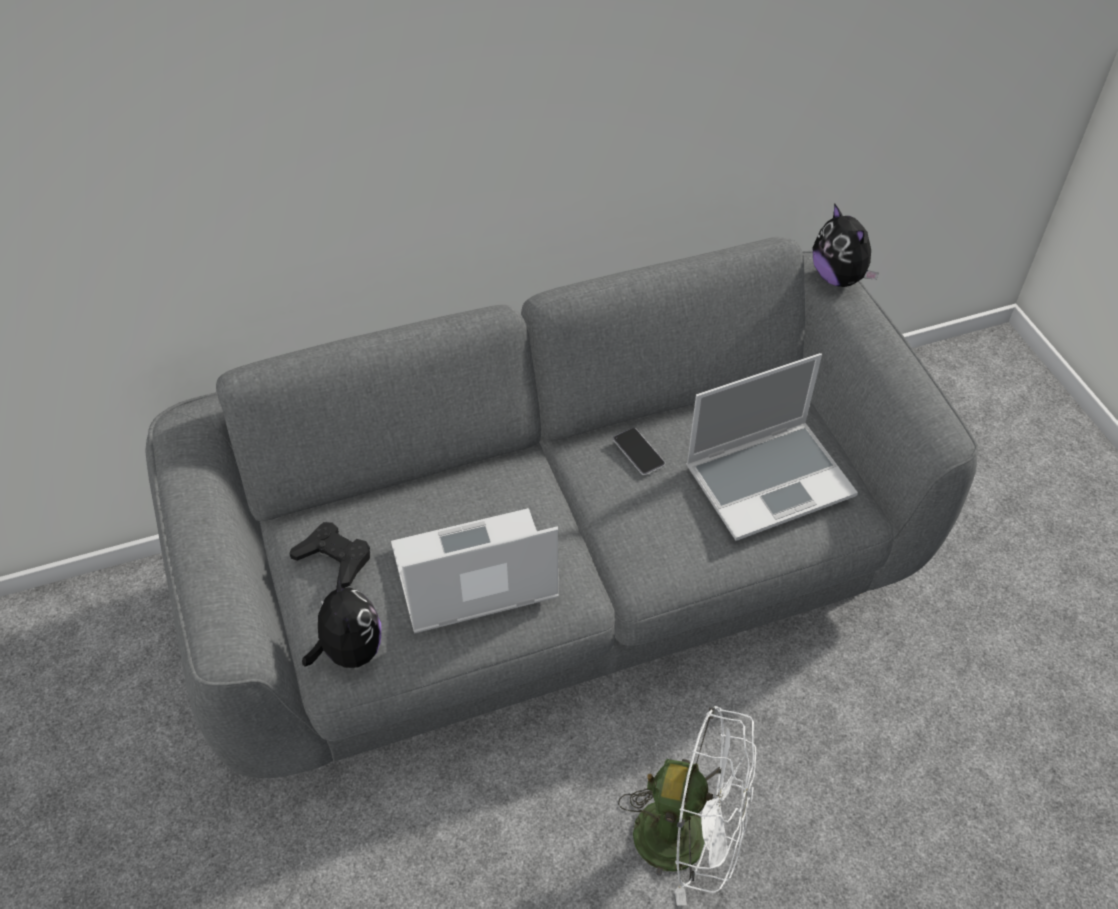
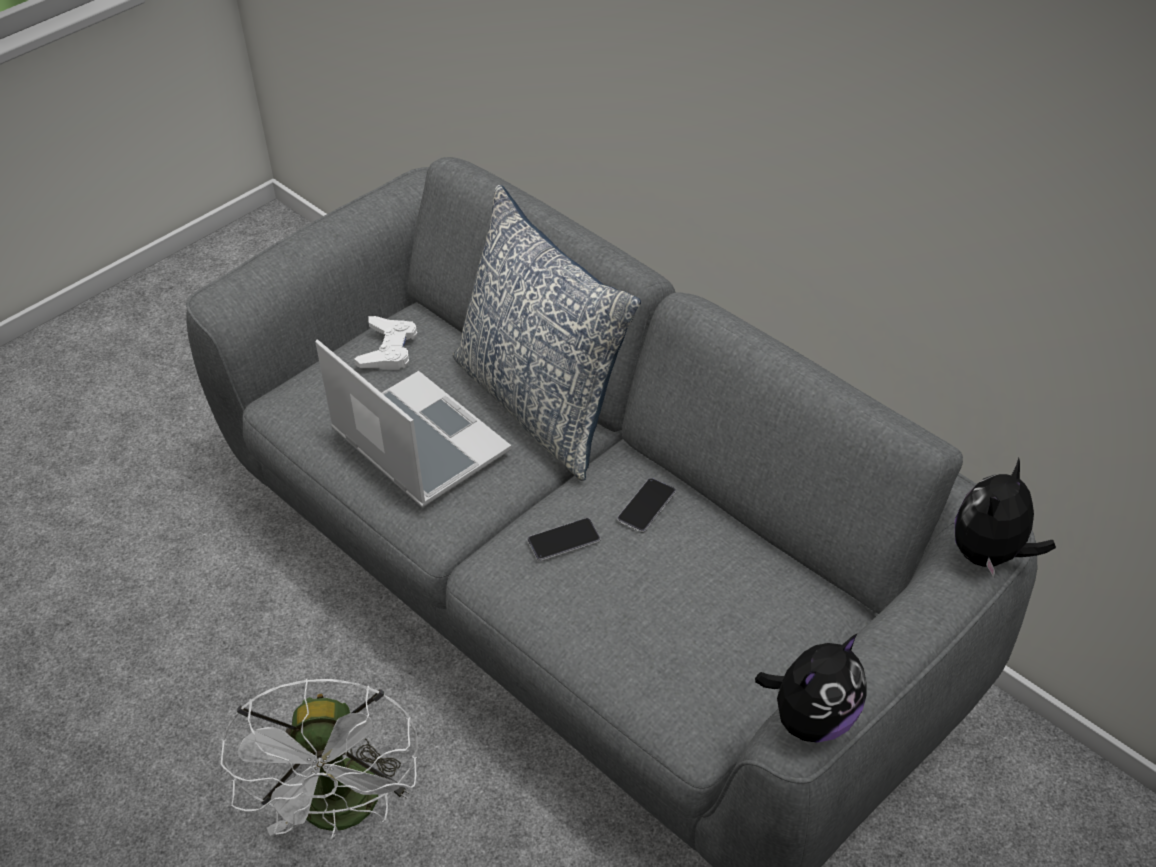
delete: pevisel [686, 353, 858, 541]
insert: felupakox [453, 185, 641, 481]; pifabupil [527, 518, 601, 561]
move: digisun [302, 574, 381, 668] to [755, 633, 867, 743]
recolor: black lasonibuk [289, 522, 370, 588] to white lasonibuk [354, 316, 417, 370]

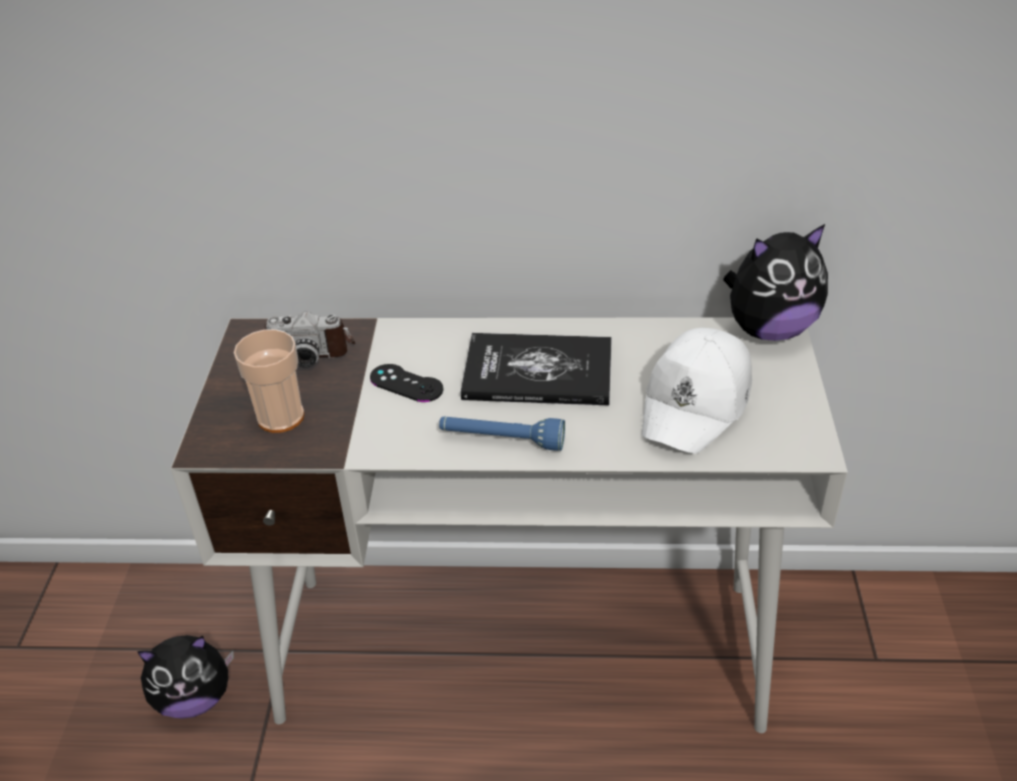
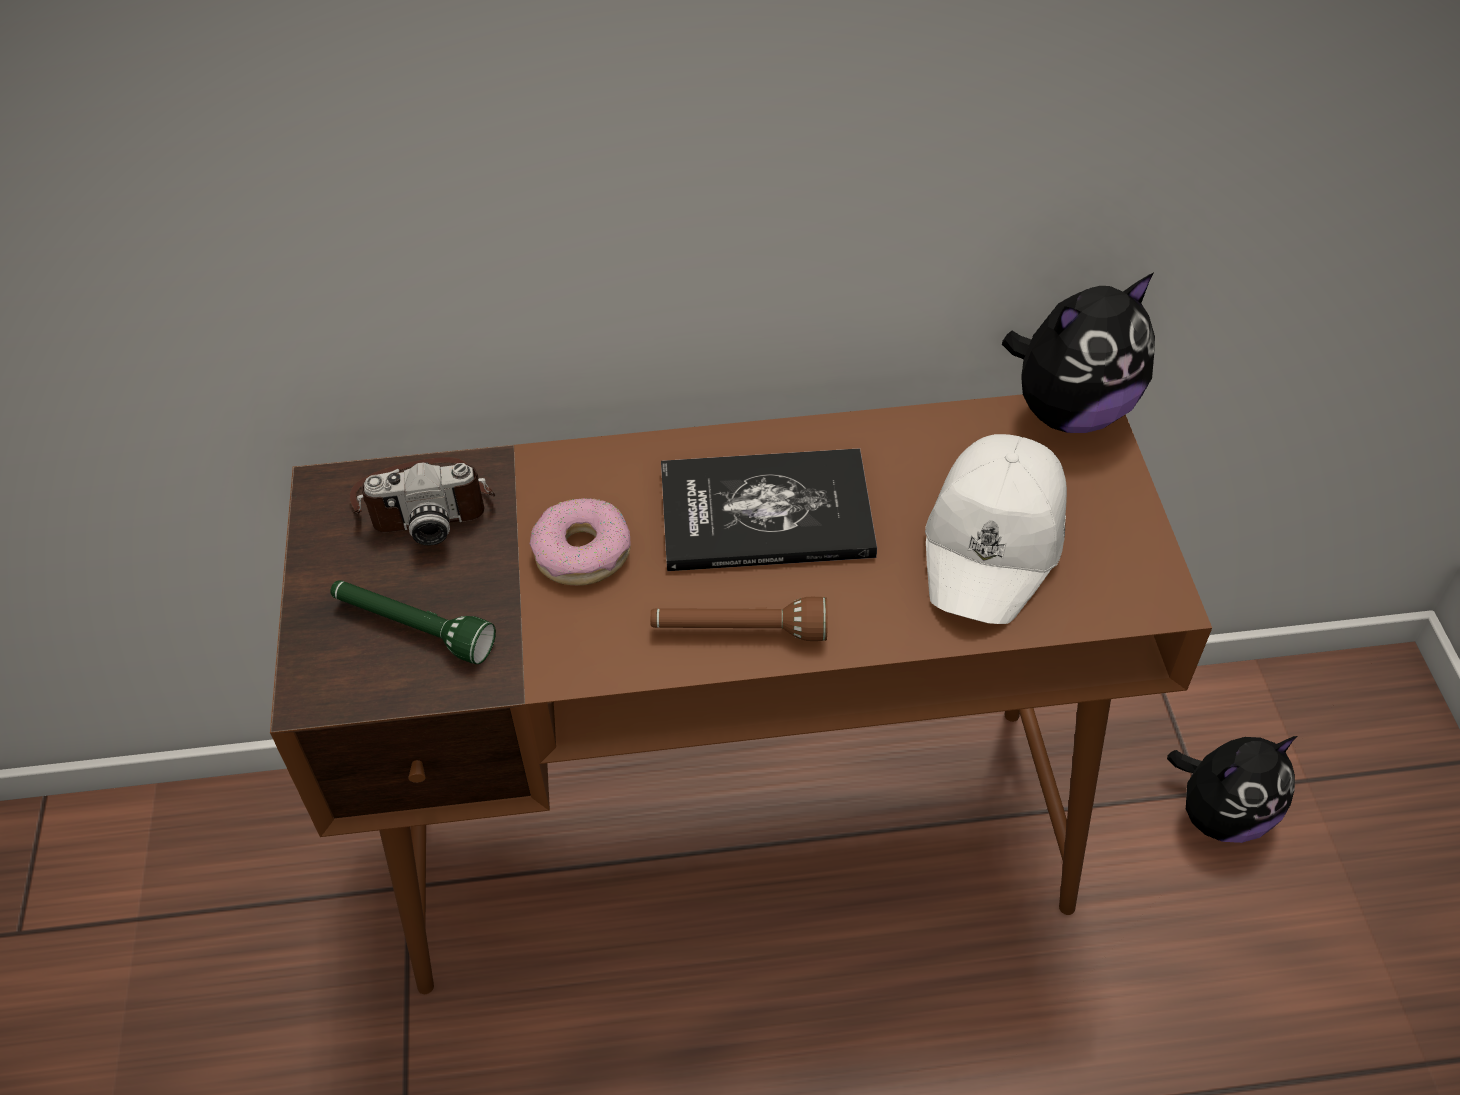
move: digisun [137, 635, 234, 719] to [1167, 736, 1297, 843]
replace: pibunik [234, 329, 304, 433] to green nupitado [330, 580, 496, 664]; black lasonibuk [370, 364, 443, 402] to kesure [530, 498, 631, 586]
recolor: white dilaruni [170, 317, 848, 733] to brown dilaruni [270, 394, 1212, 994]; blue nupitado [439, 417, 565, 451] to brown nupitado [650, 597, 828, 641]

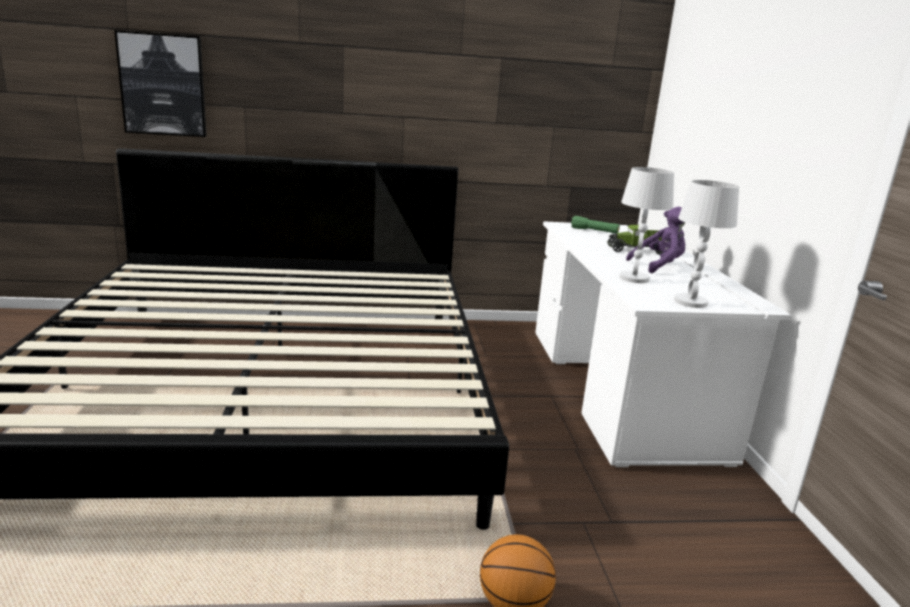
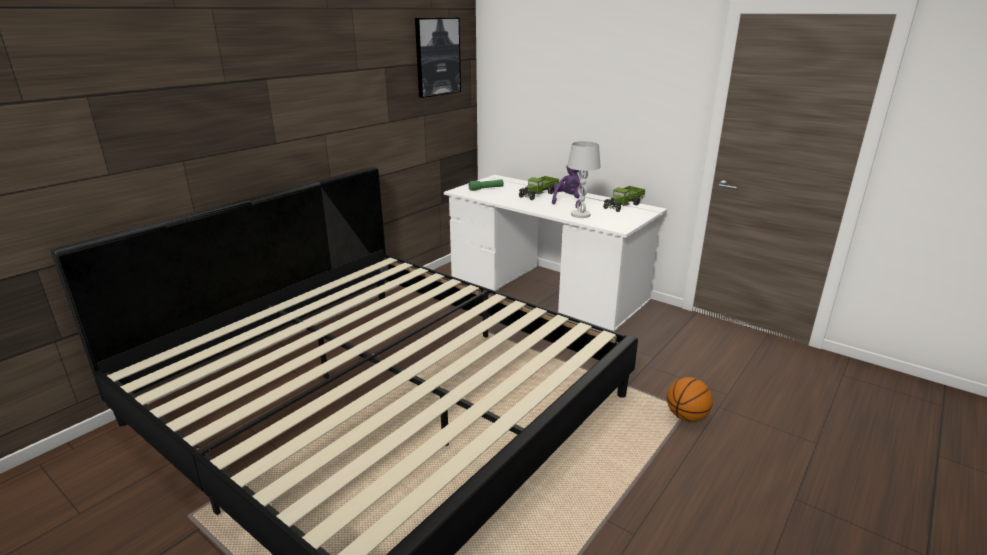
delete: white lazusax [674, 180, 739, 308]
insert: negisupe [603, 186, 645, 212]
move: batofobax [114, 30, 207, 137] to [415, 17, 461, 98]

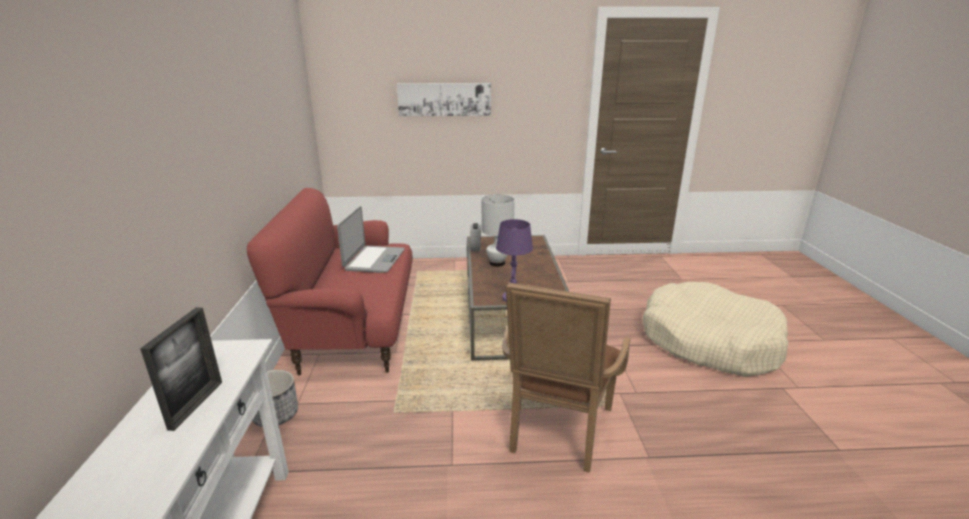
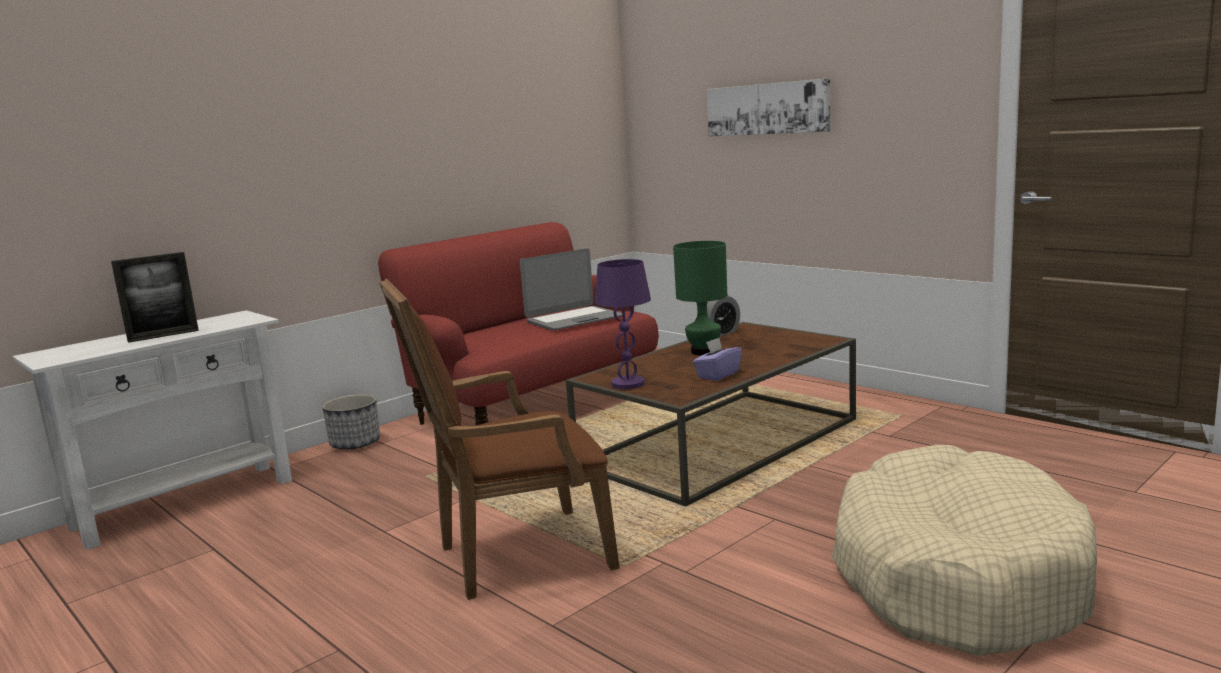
insert: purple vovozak [693, 338, 742, 381]
recolor: white lazusax [482, 194, 515, 267] to green lazusax [673, 241, 727, 355]

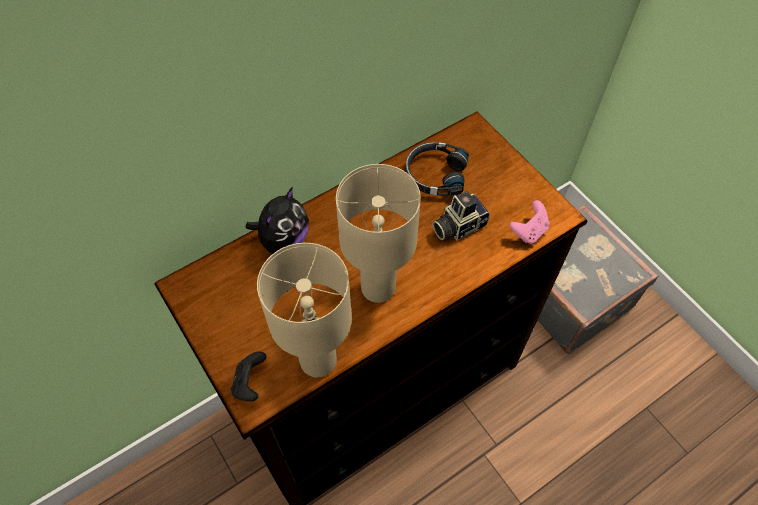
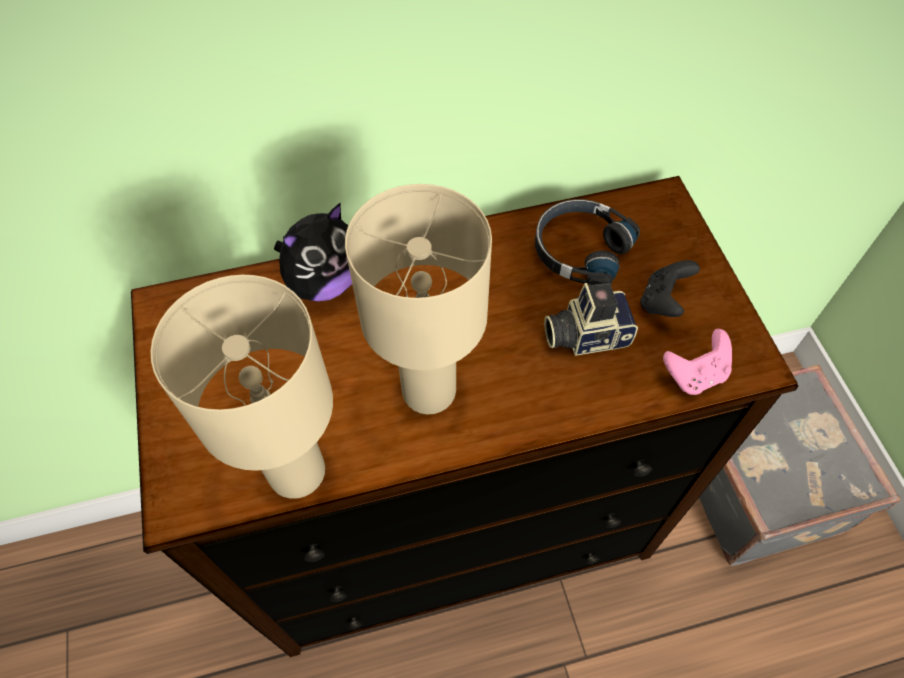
move: black lasonibuk [231, 351, 266, 402] to [640, 260, 700, 317]

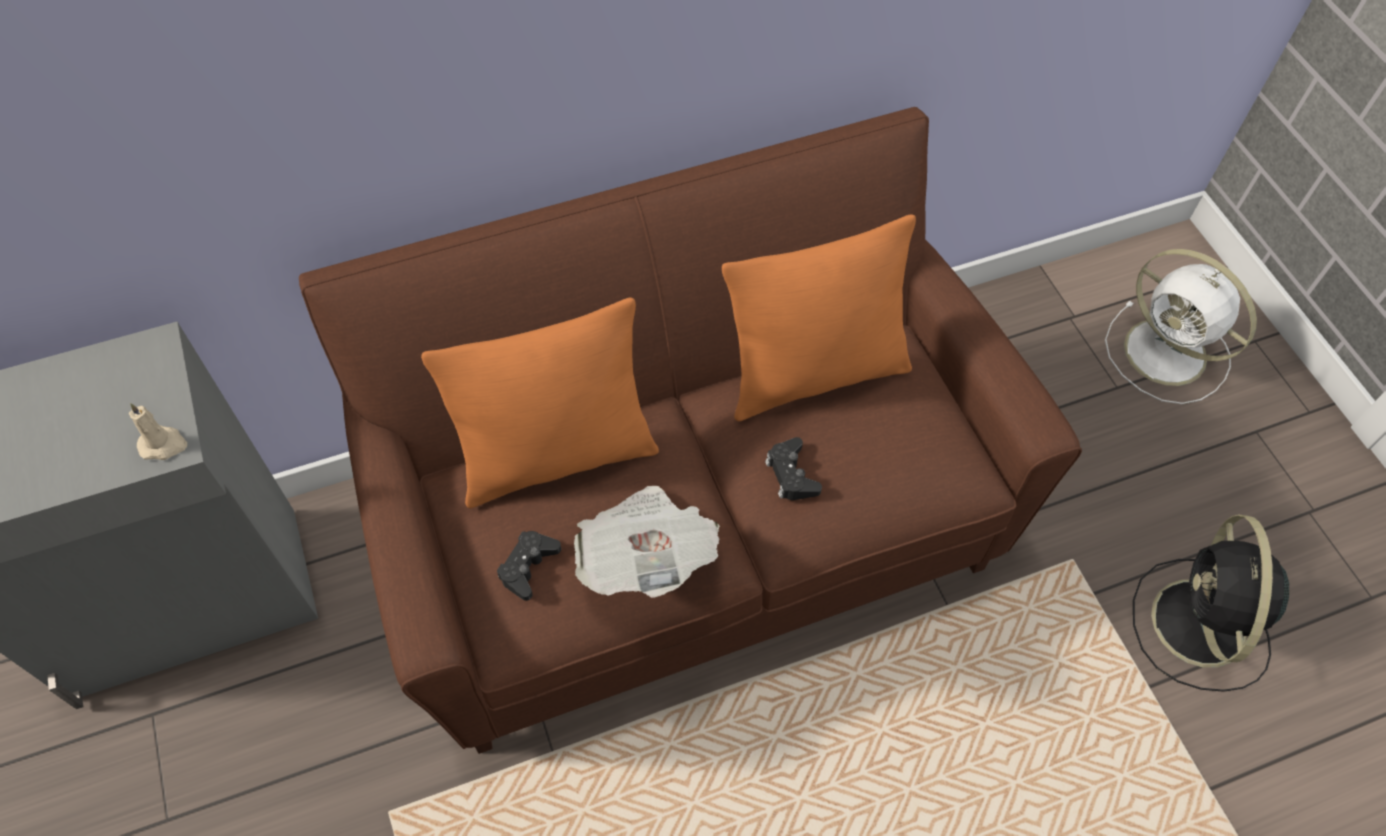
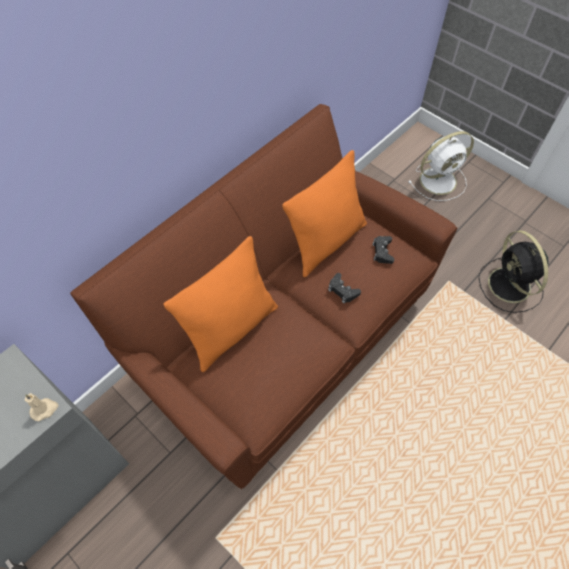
delete: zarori [574, 486, 720, 598]
move: black lasonibuk [497, 531, 561, 601] to [372, 236, 395, 264]
rotate: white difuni [1105, 249, 1257, 404] = [409, 131, 474, 201] 45 degrees counterclockwise

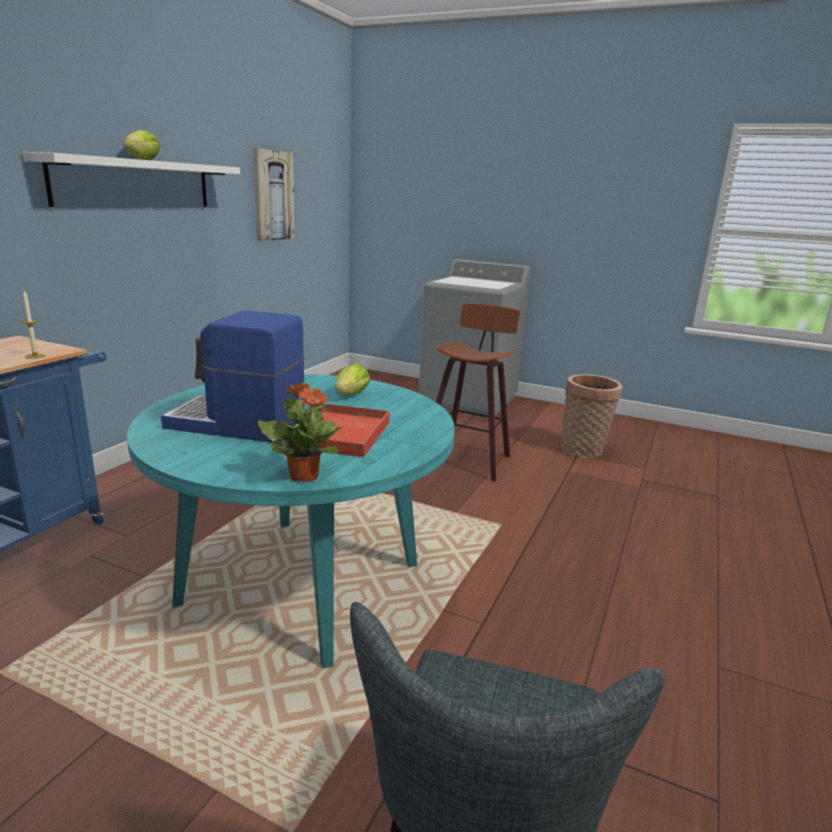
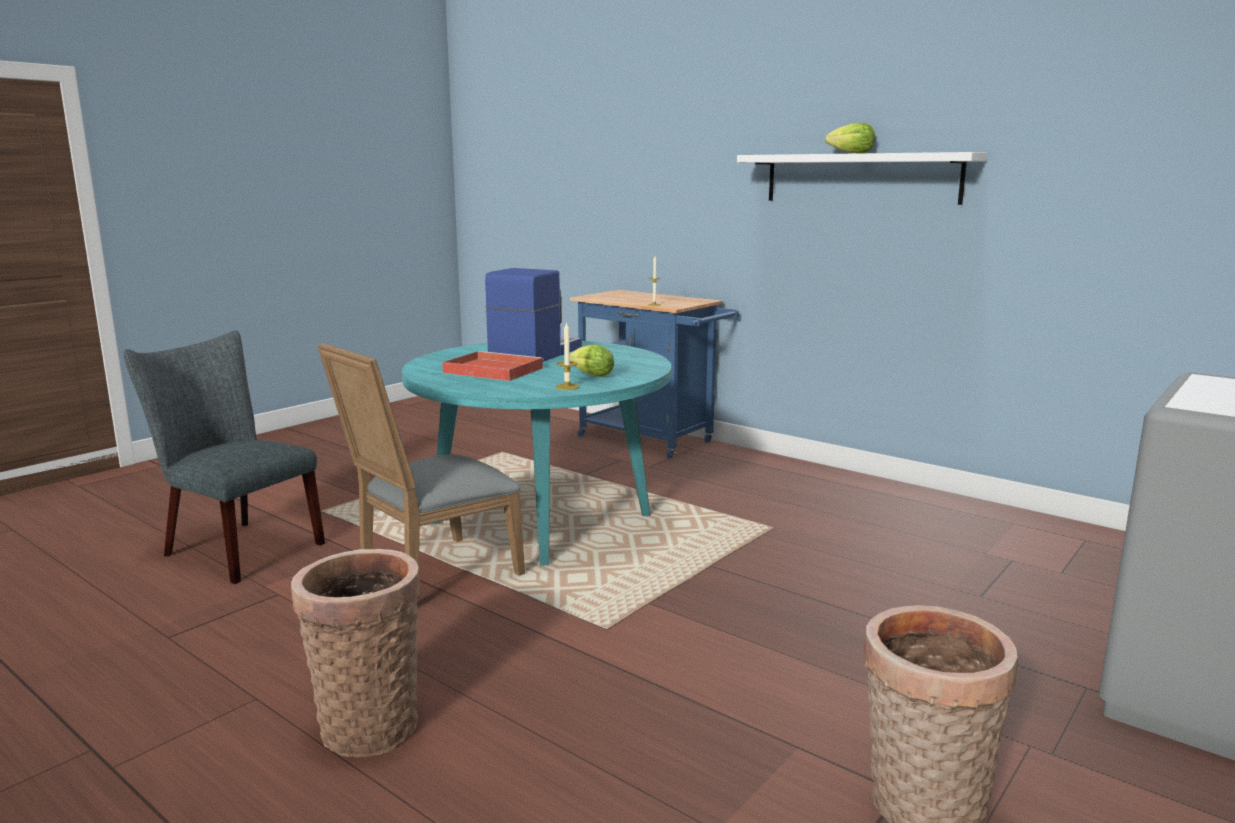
delete: batofobax [253, 148, 295, 241]; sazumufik [258, 382, 343, 482]; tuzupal [436, 303, 520, 481]
insert: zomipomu [291, 549, 421, 758]; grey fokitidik [317, 343, 525, 609]; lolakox [555, 322, 580, 390]

